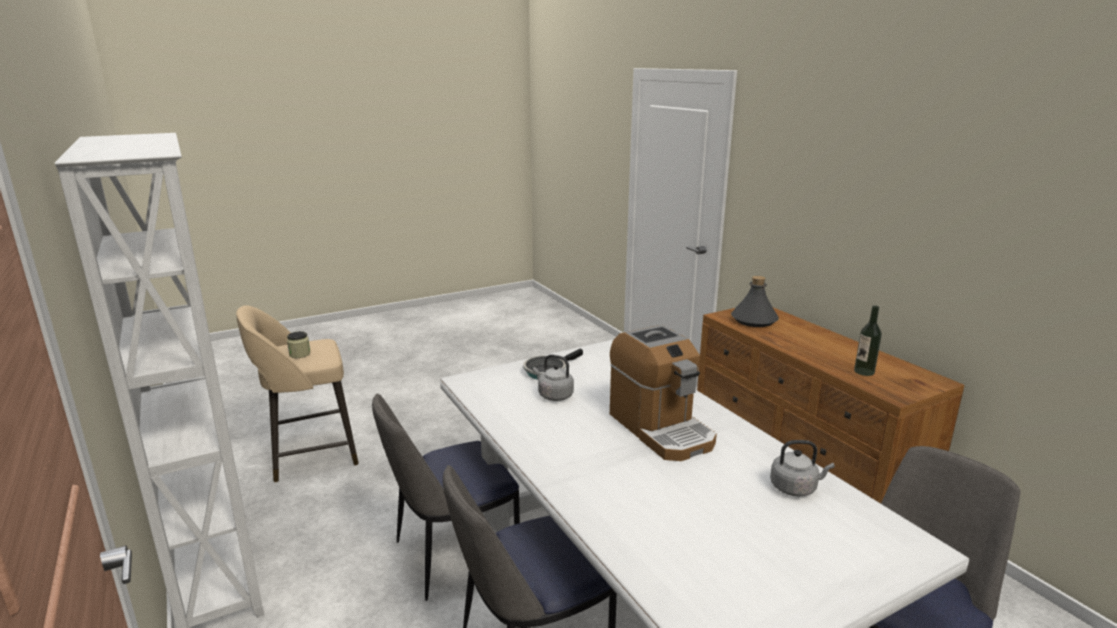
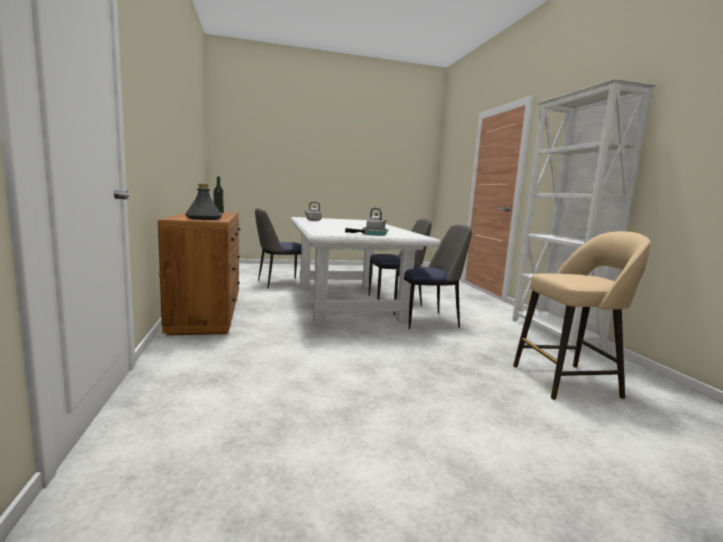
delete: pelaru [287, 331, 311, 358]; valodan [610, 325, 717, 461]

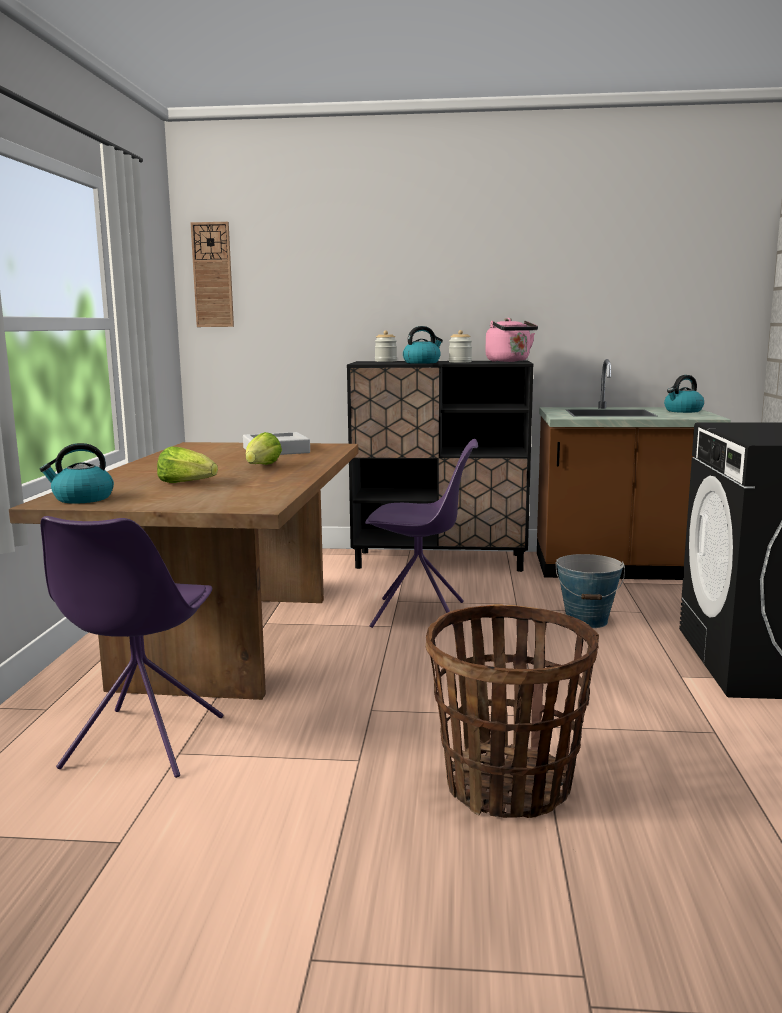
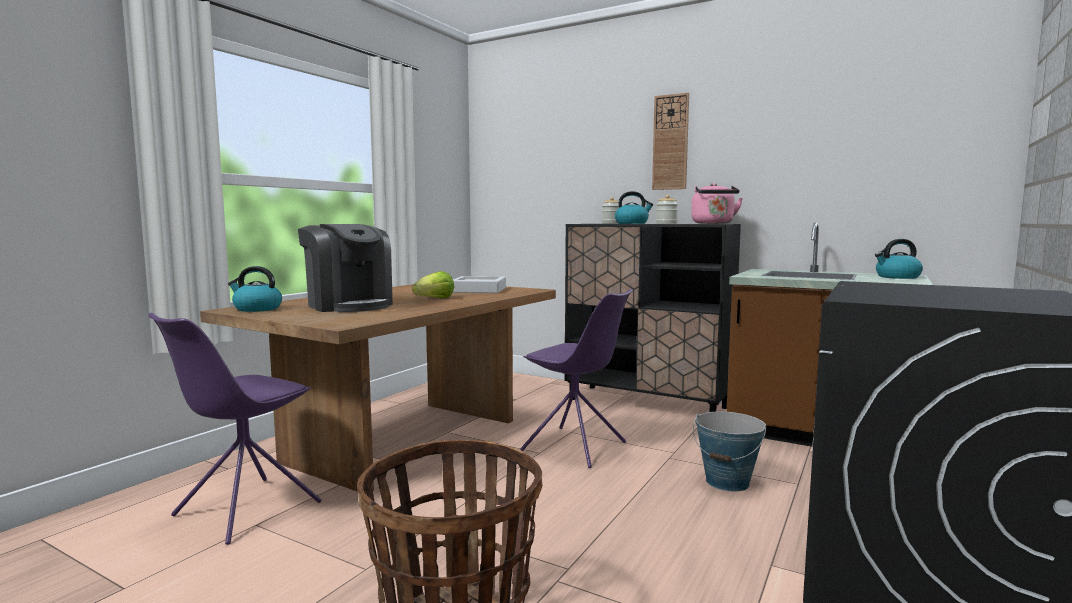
move: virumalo [190, 222, 234, 327] to [652, 93, 689, 190]
replace: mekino [157, 446, 218, 483] to valodan [298, 224, 393, 312]

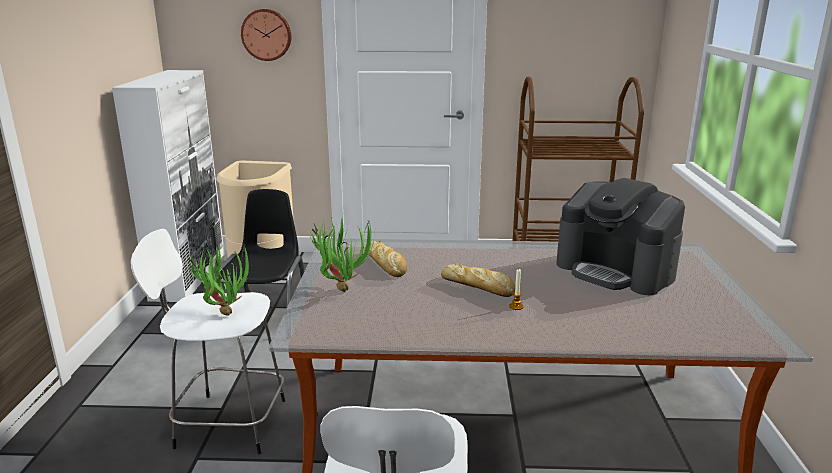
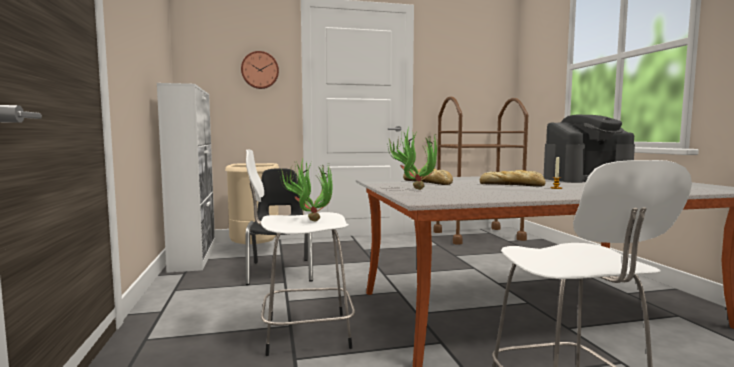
rotate: valodan [556, 178, 685, 295] = [544, 115, 635, 183] 45 degrees counterclockwise

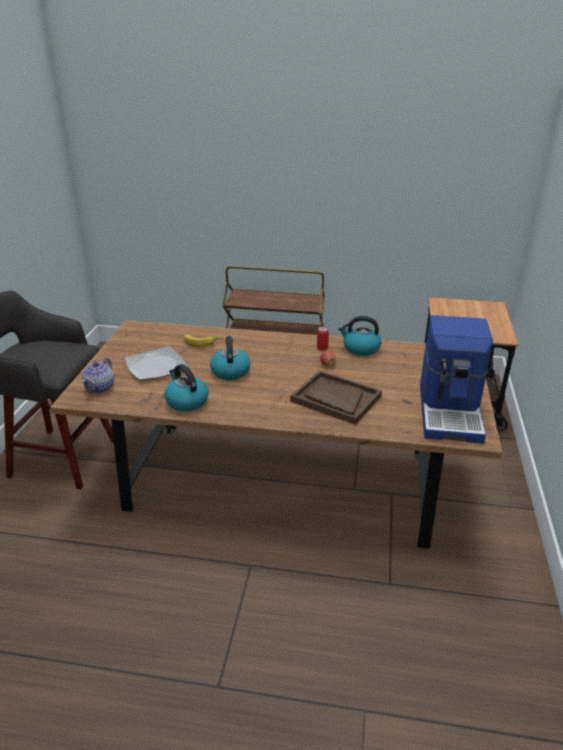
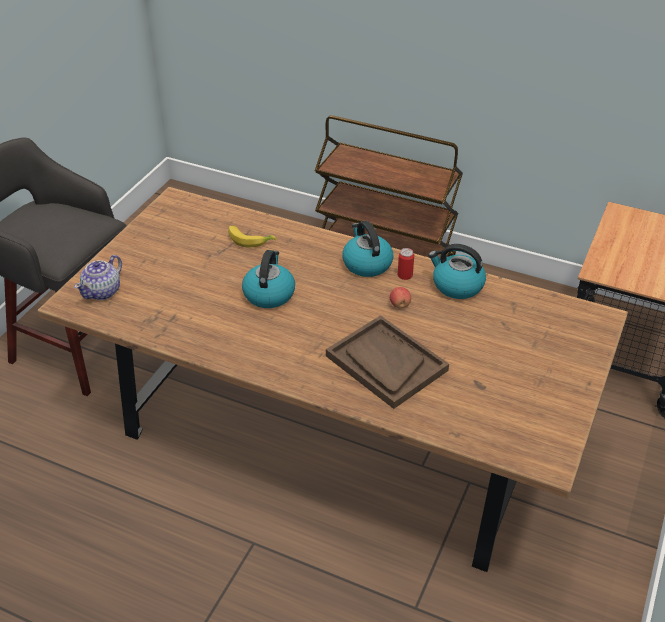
delete: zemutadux [124, 347, 187, 380]; valodan [420, 315, 493, 444]
move: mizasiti [165, 364, 209, 411] to [342, 221, 393, 277]

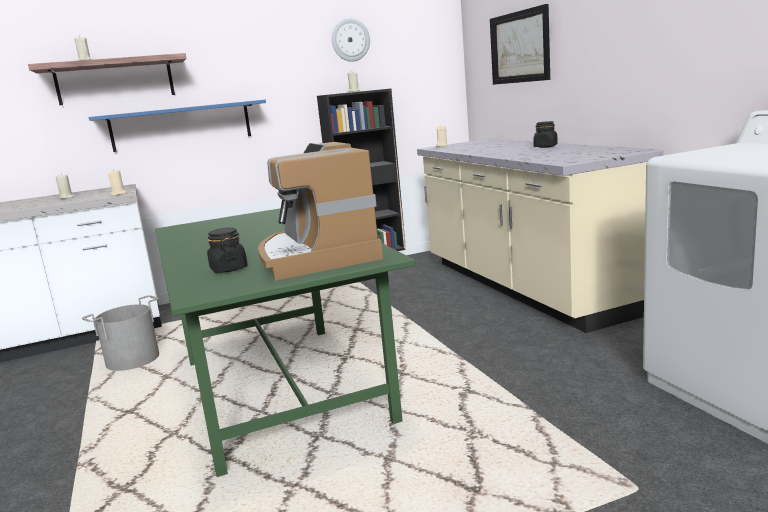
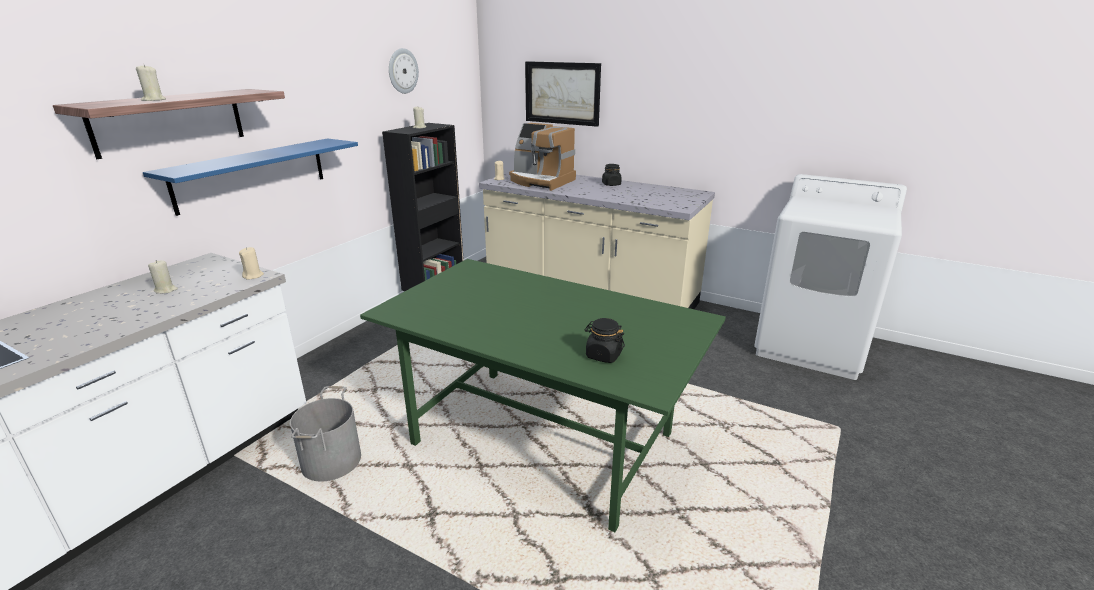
move: valodan [258, 142, 383, 281] to [509, 123, 576, 191]

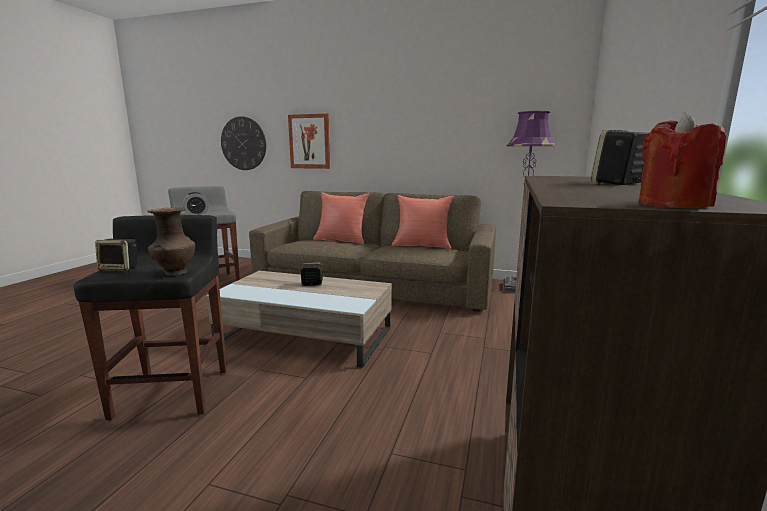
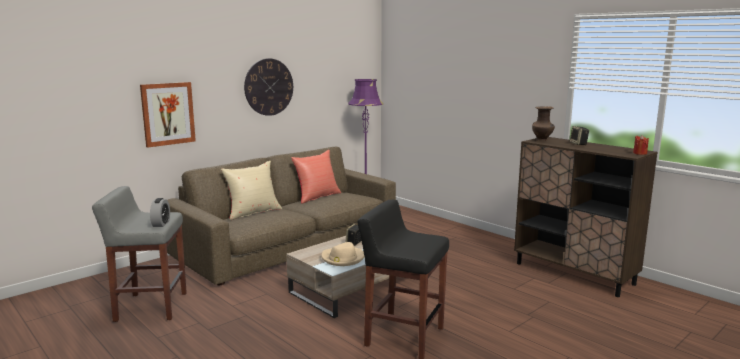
delete: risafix [95, 239, 138, 271]
insert: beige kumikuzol [321, 242, 364, 266]
move: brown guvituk [147, 207, 195, 276] to [532, 106, 555, 141]; virumalo [221, 116, 266, 170] to [244, 58, 293, 116]
recolor: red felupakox [313, 192, 370, 244] to beige felupakox [221, 161, 282, 220]

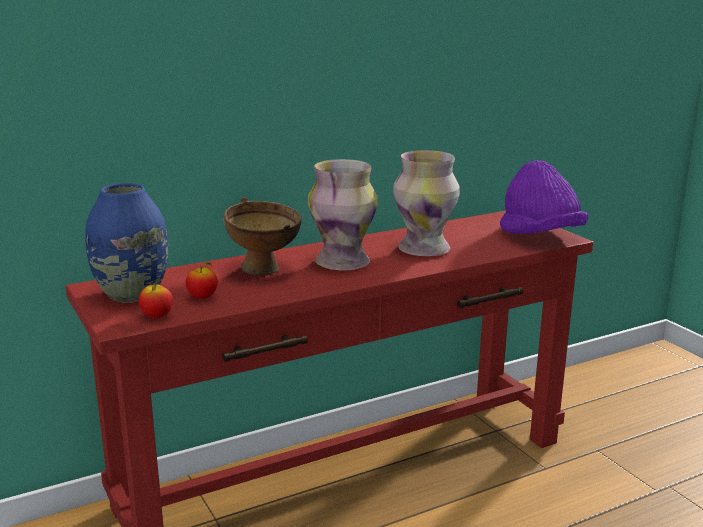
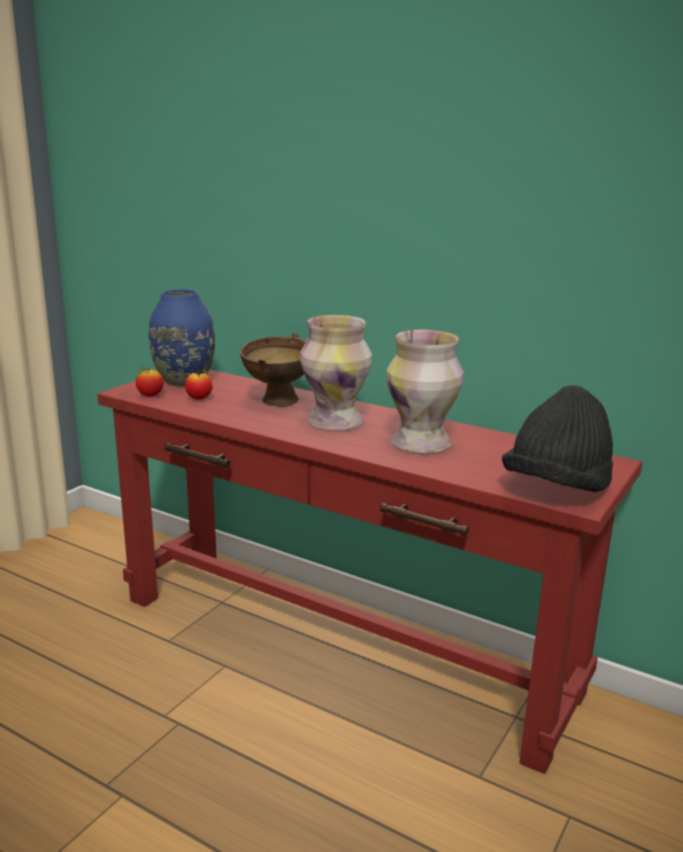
recolor: purple kumikuzol [500, 160, 589, 234] to black kumikuzol [502, 385, 613, 492]

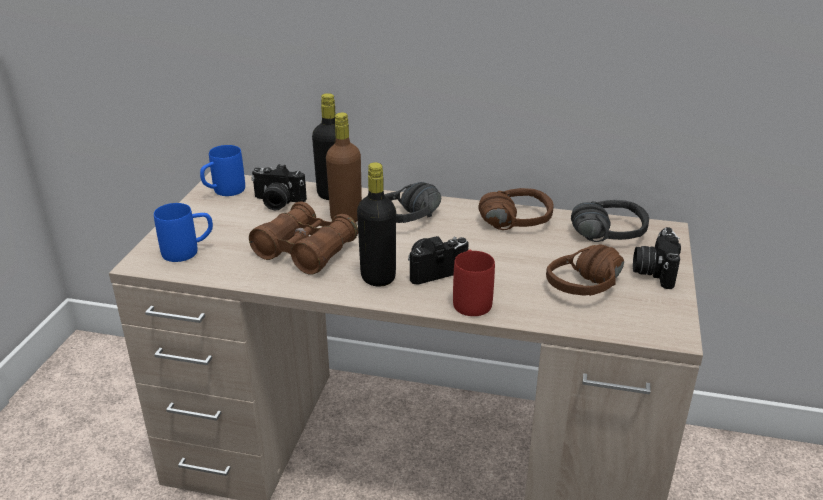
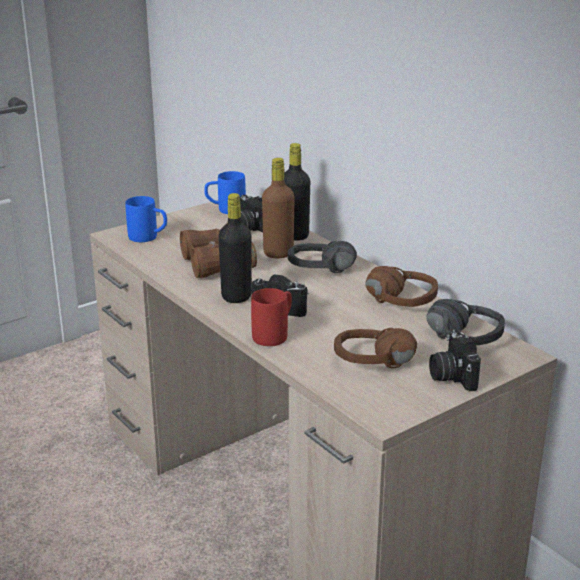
rotate: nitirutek [633, 227, 681, 289] = [429, 329, 481, 391] 60 degrees counterclockwise

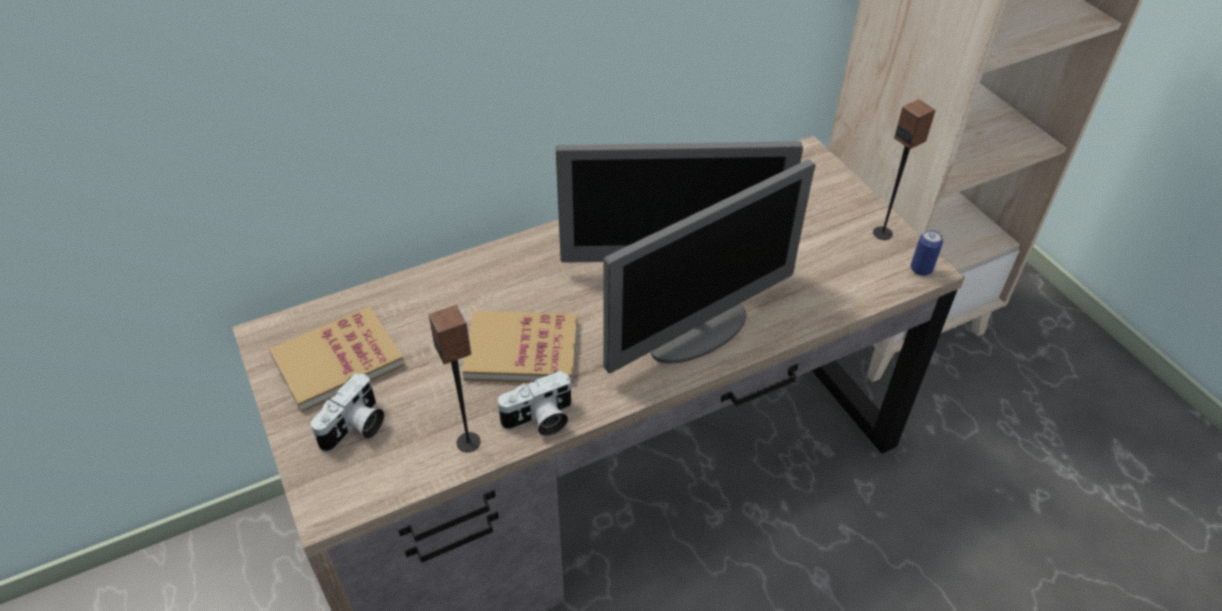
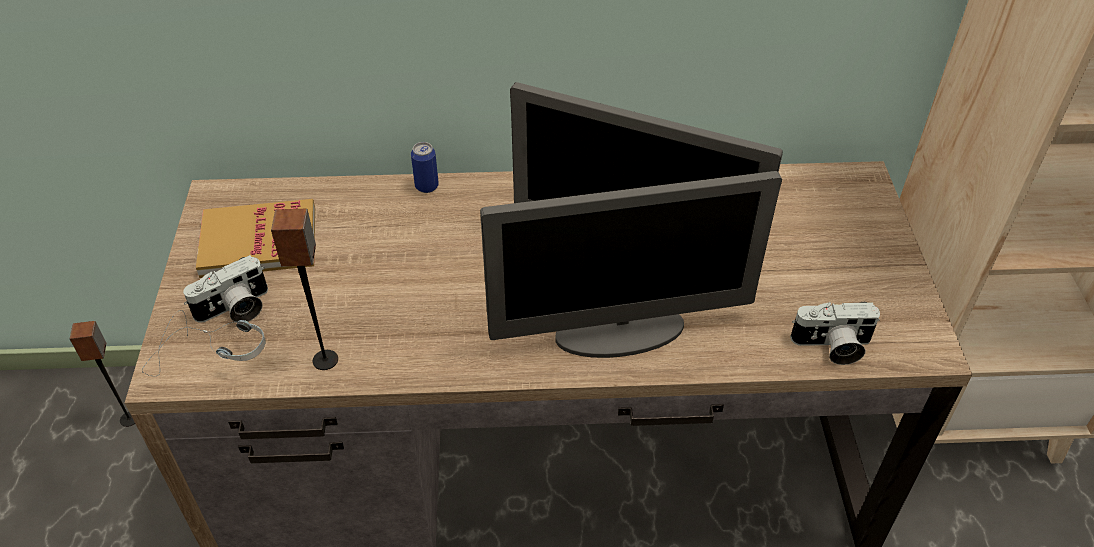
delete: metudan [462, 311, 577, 383]
insert: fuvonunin [142, 310, 266, 376]
move: nitirutek [496, 371, 573, 436] to [790, 302, 880, 365]; risafix [873, 99, 936, 240] to [70, 321, 135, 427]; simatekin [911, 229, 943, 276] to [411, 142, 439, 193]

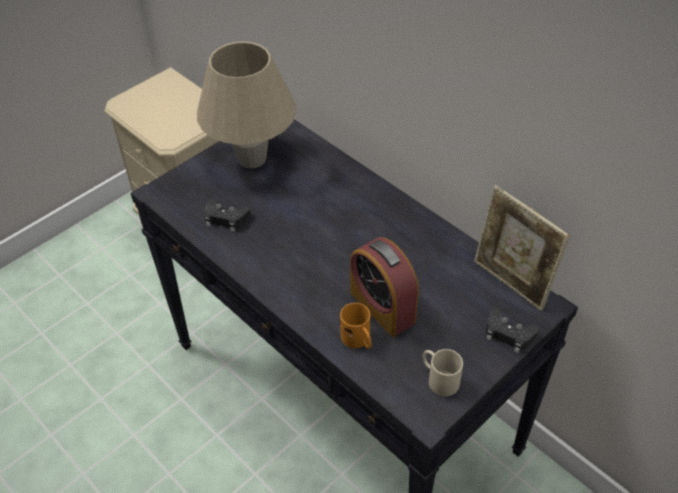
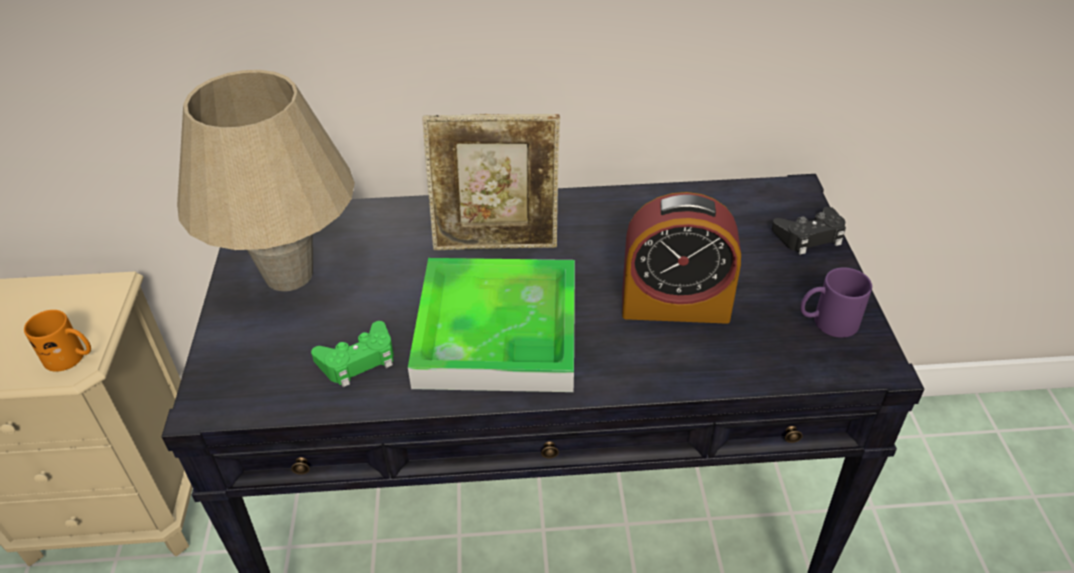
insert: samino [408, 258, 575, 392]
move: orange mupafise [340, 303, 371, 349] to [24, 310, 91, 372]; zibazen [474, 185, 570, 311] to [422, 114, 560, 250]
recolor: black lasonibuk [204, 199, 250, 232] to green lasonibuk [311, 321, 394, 387]; beige mupafise [423, 349, 463, 397] to purple mupafise [800, 267, 872, 338]

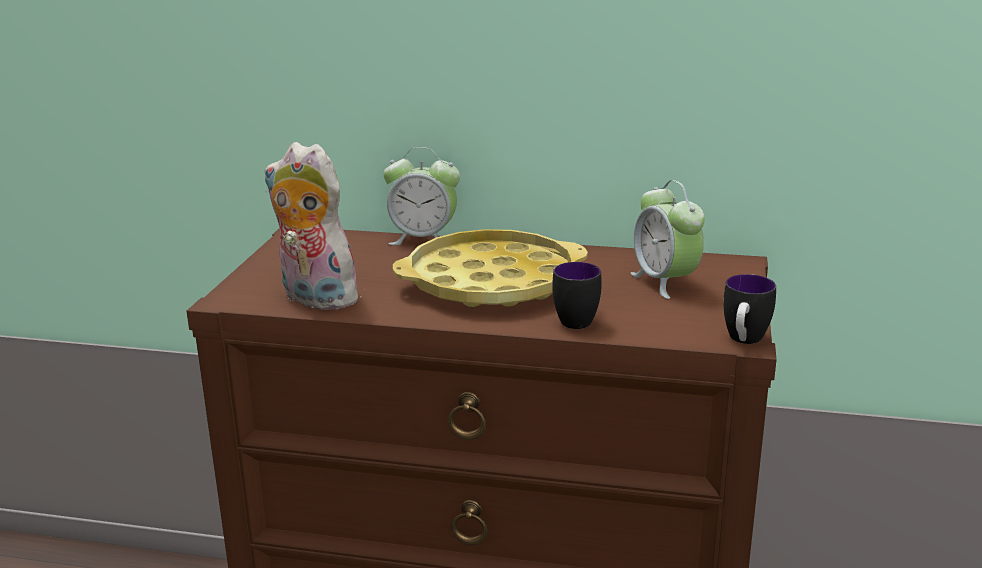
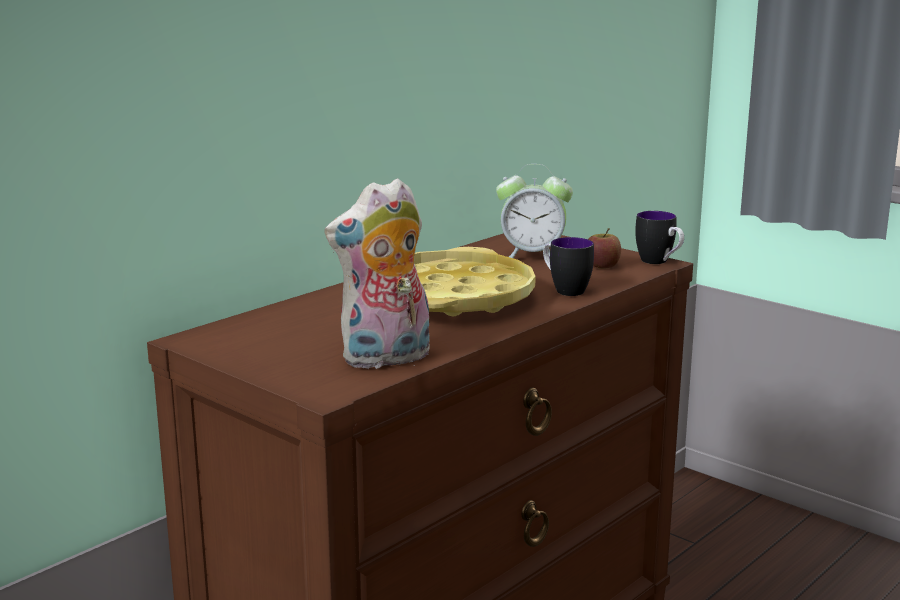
delete: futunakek [383, 147, 460, 245]
insert: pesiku [588, 228, 621, 269]

